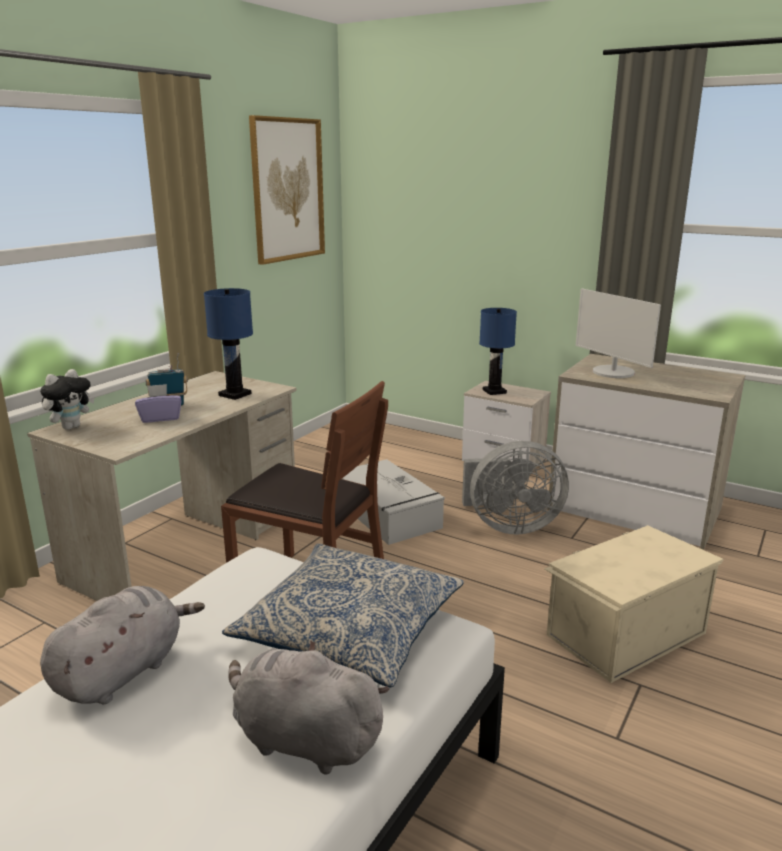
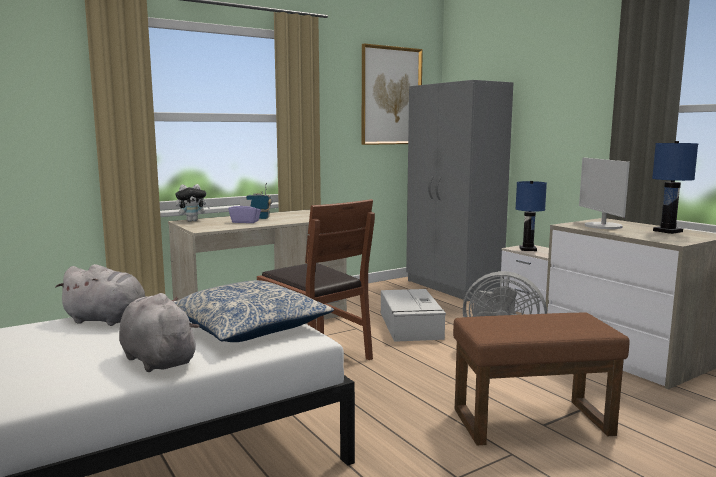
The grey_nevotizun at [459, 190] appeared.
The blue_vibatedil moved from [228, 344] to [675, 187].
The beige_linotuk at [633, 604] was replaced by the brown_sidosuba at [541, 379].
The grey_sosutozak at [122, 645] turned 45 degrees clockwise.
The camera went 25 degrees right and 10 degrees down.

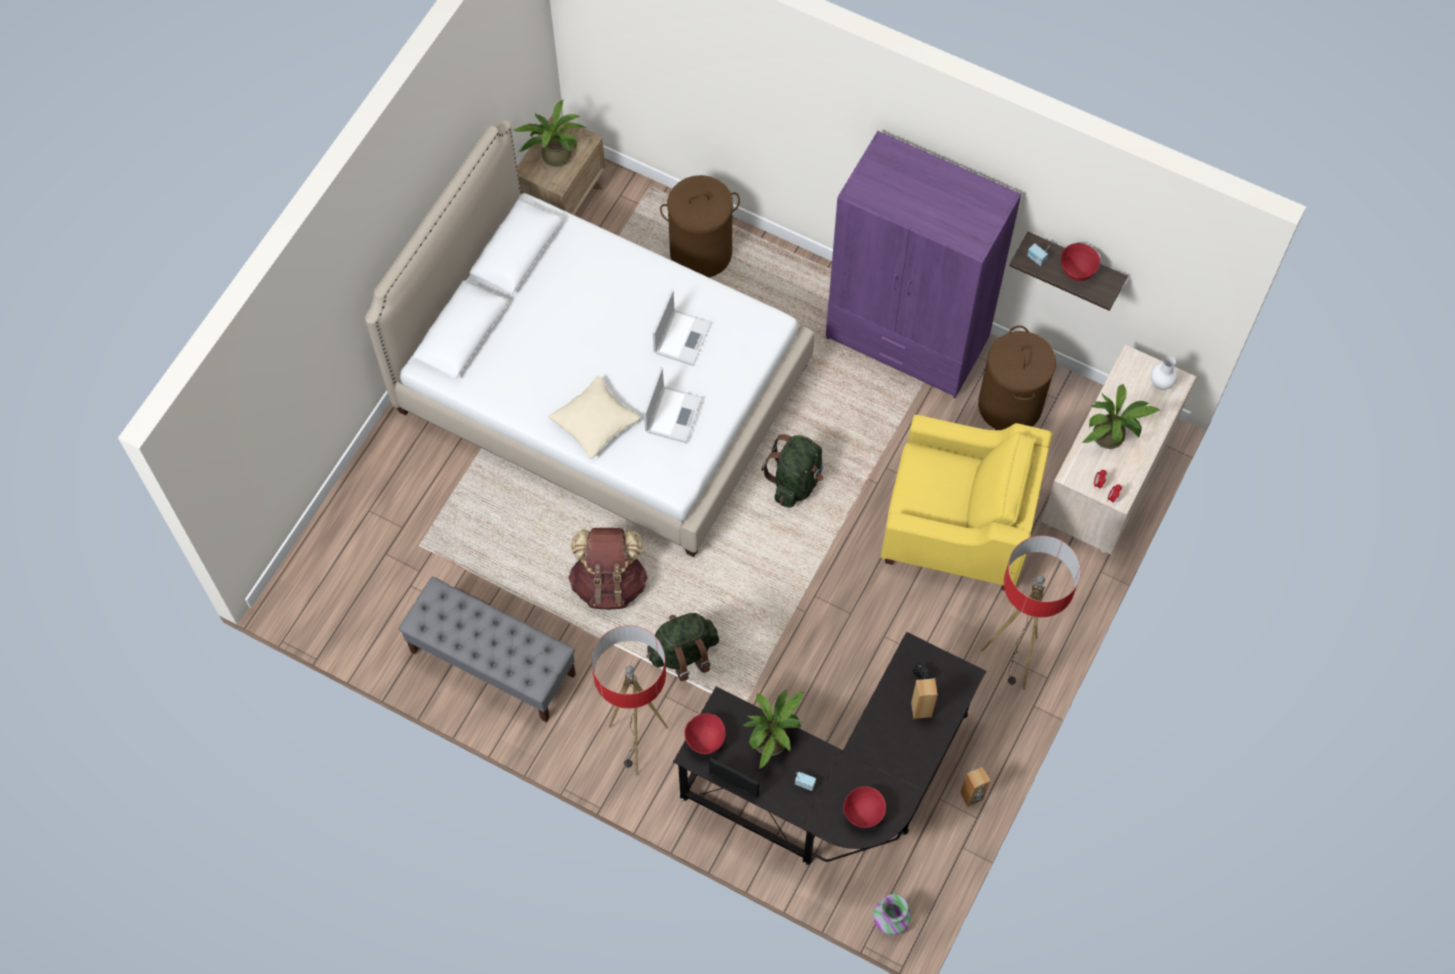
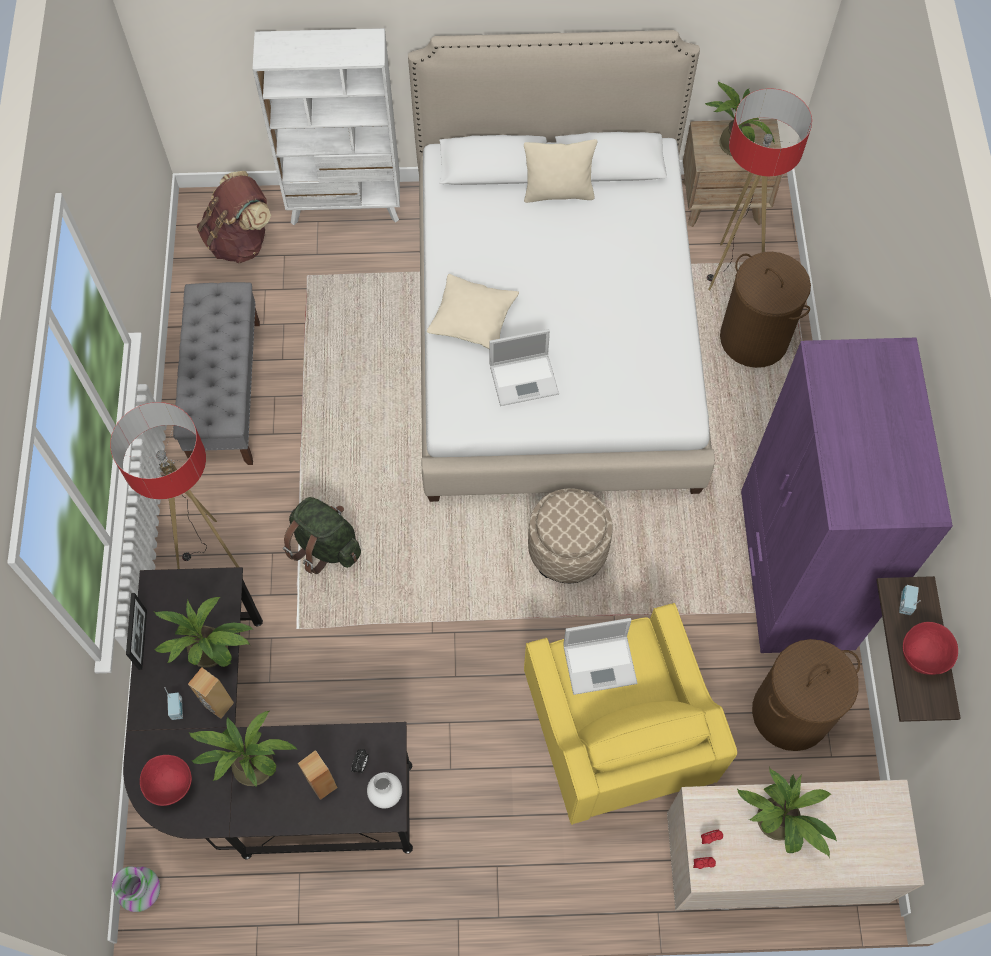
The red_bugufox at [705, 733] disappeared.
The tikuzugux at [243, 748] appeared.
The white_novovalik at [326, 126] appeared.
The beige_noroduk at [560, 171] appeared.
The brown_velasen moved from [608, 569] to [234, 217].
The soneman moved from [682, 328] to [600, 656].
The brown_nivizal moved from [975, 787] to [211, 693].
The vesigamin moved from [1031, 613] to [759, 189].
The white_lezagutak moved from [1164, 373] to [384, 790].
The green_velasen at [792, 471] was replaced by the beige_sidosuba at [570, 535].
The camera went 60 degrees right and 0 degrees up.

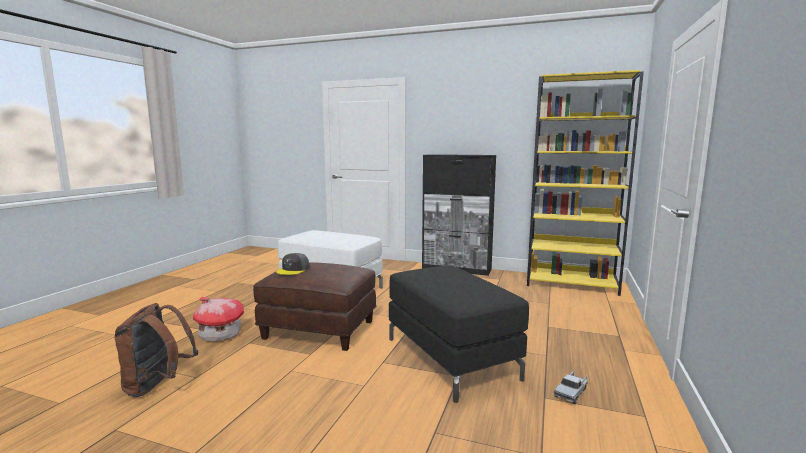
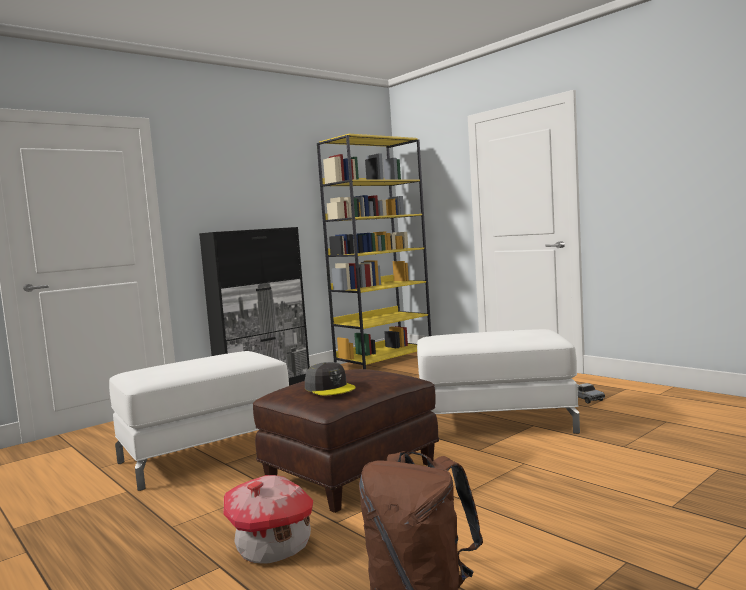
The black_sidosuba at [459, 334] became the white_sidosuba at [498, 381].
The camera went 60 degrees left and 5 degrees down.

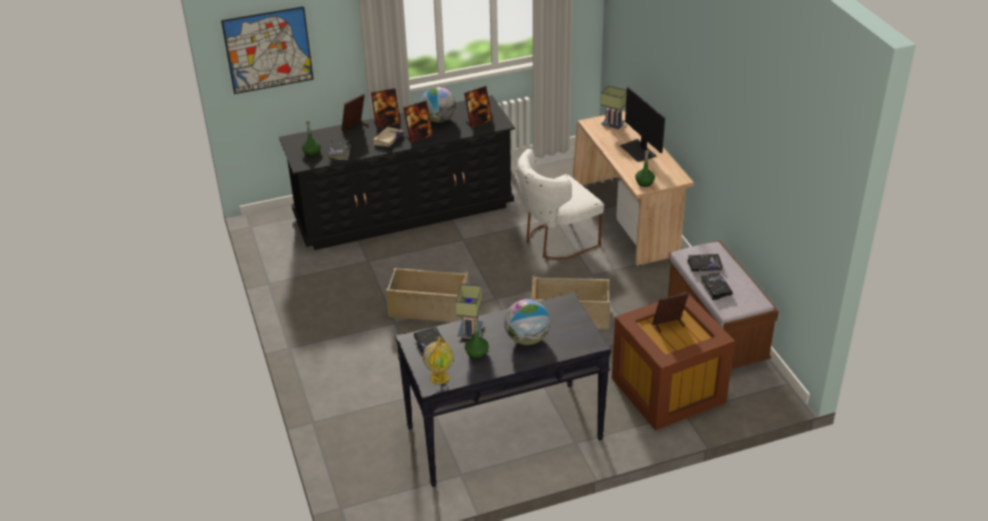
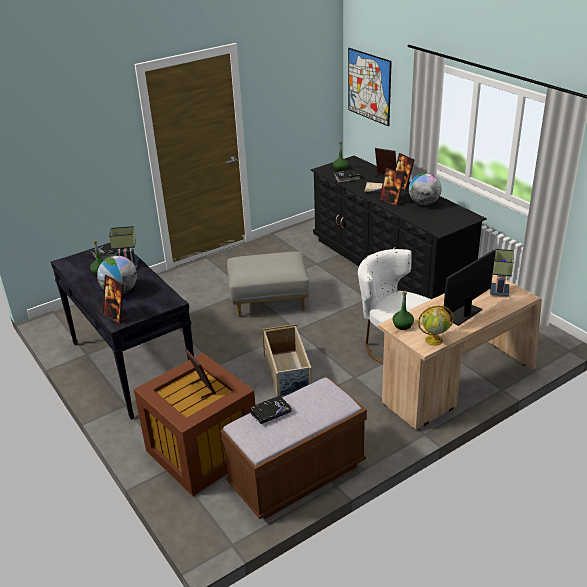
The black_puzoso at [705, 262] disappeared.
The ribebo moved from [438, 360] to [436, 326].
The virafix moved from [478, 107] to [116, 299].
The beige_linotuk at [427, 295] was replaced by the grey_sidosuba at [269, 284].
The camera went 75 degrees right and 5 degrees down.

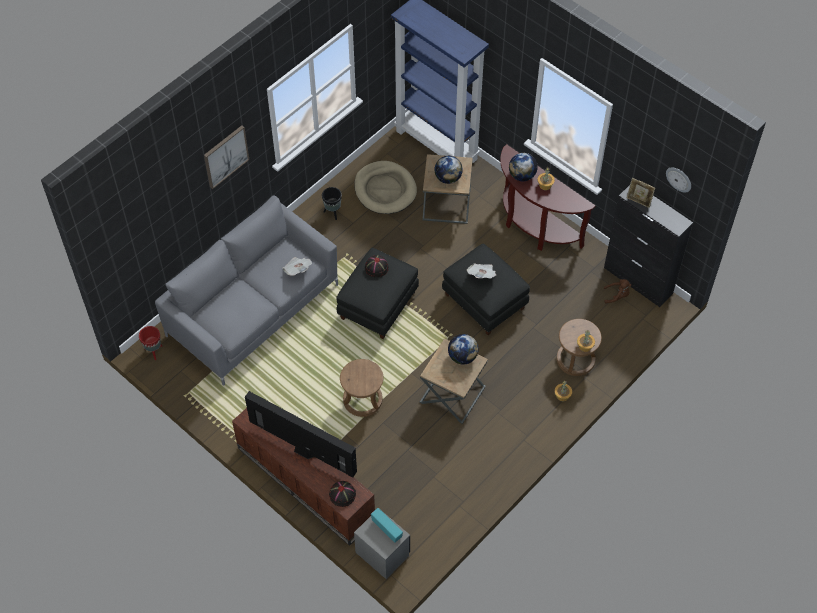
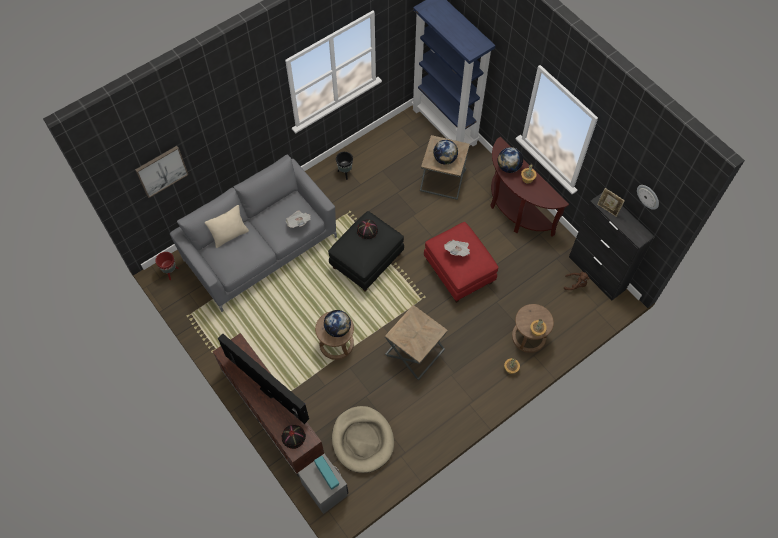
The beige_noroduk at [227, 226] appeared.
The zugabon moved from [226, 157] to [161, 172].
The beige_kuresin moved from [385, 187] to [363, 439].
The ribebo moved from [463, 349] to [337, 323].
The black_sidosuba at [486, 289] became the red_sidosuba at [461, 262].
The camera went 10 degrees right and 5 degrees up.

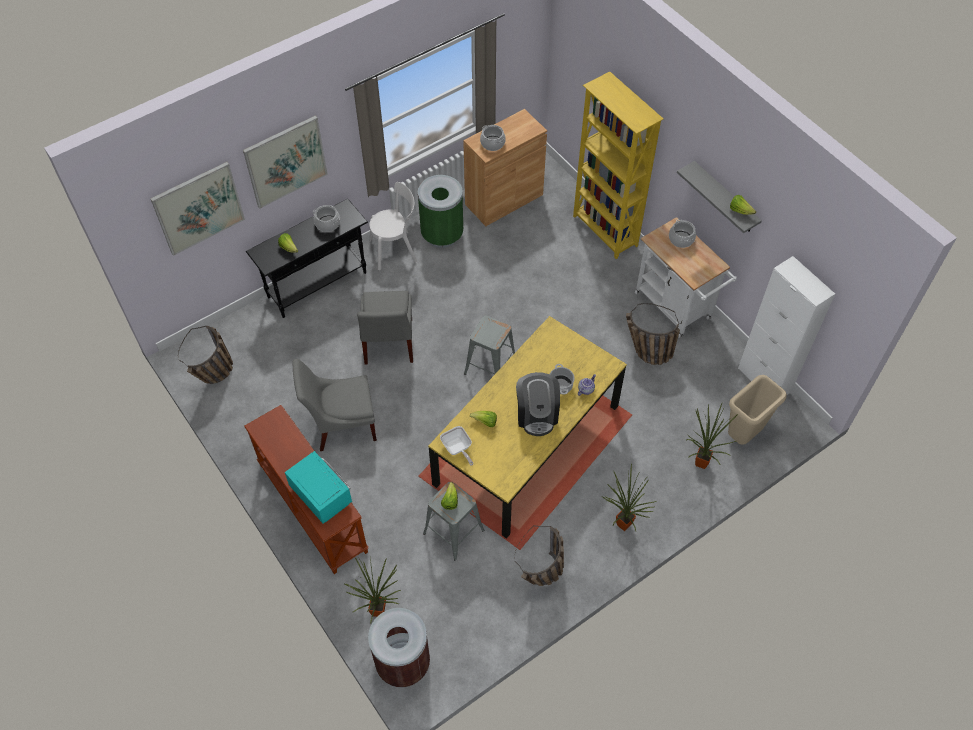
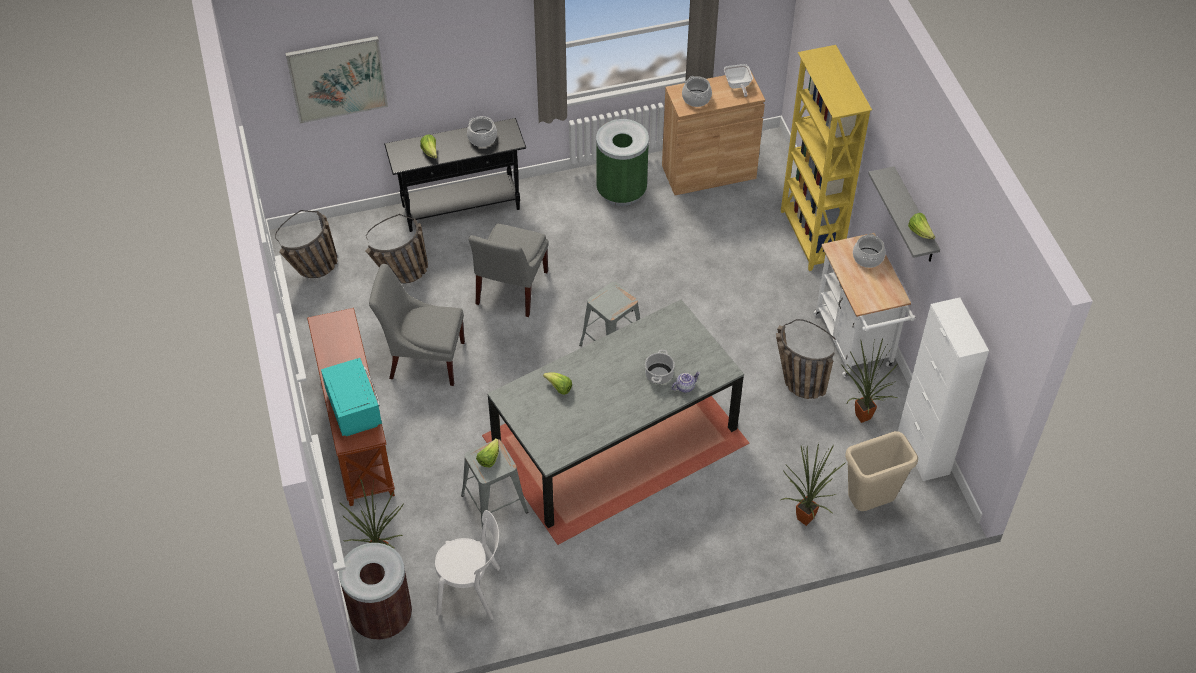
The zugabon at [285, 162] disappeared.
The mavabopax at [538, 404] disappeared.
The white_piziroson moved from [393, 226] to [467, 565].
The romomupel moved from [456, 446] to [738, 80].
The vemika moved from [539, 555] to [396, 248].
The tikuzugux moved from [629, 497] to [869, 380].
The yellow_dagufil at [527, 427] became the grey_dagufil at [615, 414].
The camera went 20 degrees right and 5 degrees down.

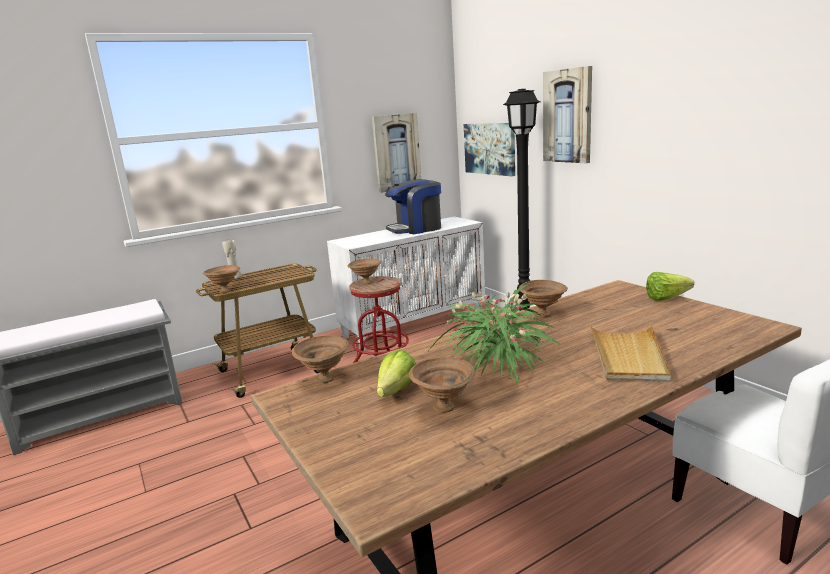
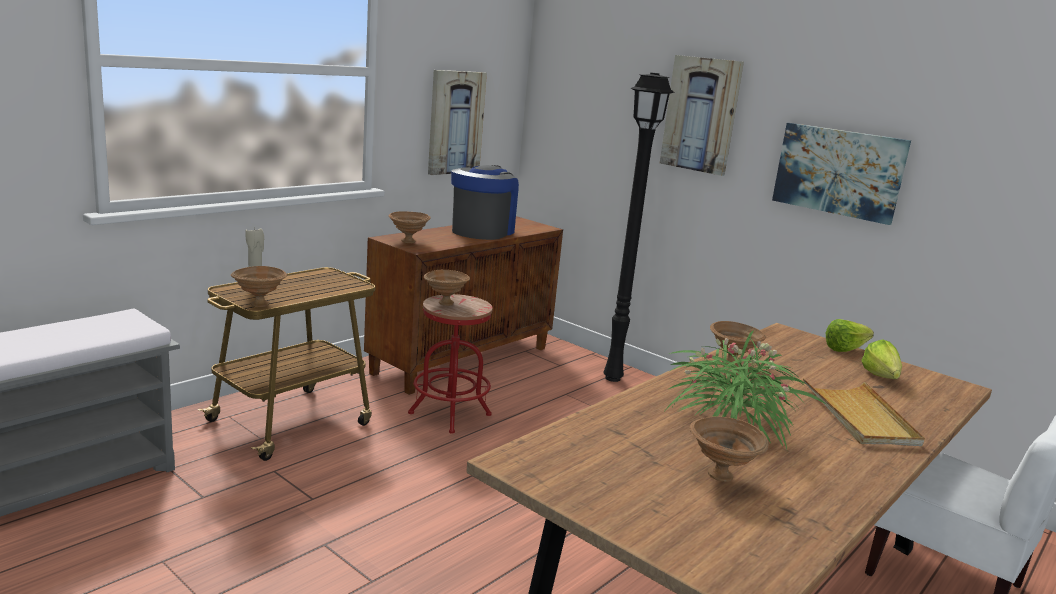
The brown_bugufox moved from [320, 359] to [409, 227].
The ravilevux moved from [396, 373] to [881, 359].
The zugabon moved from [489, 149] to [841, 174].
The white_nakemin at [406, 283] became the brown_nakemin at [463, 305].
The mavabopax at [413, 206] turned 150 degrees clockwise.
The camera went 20 degrees left and 0 degrees up.

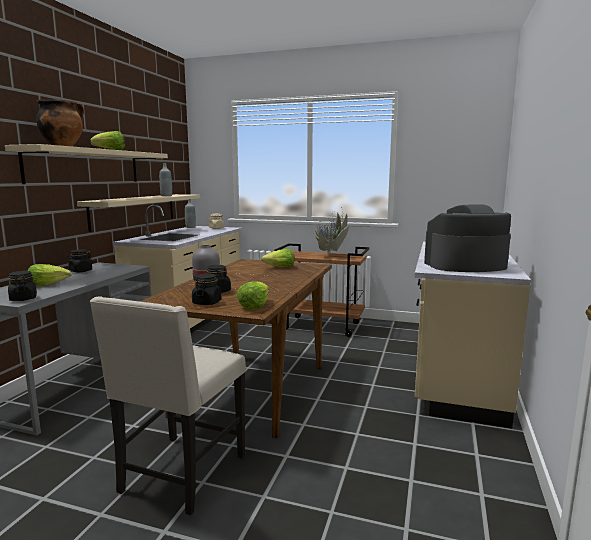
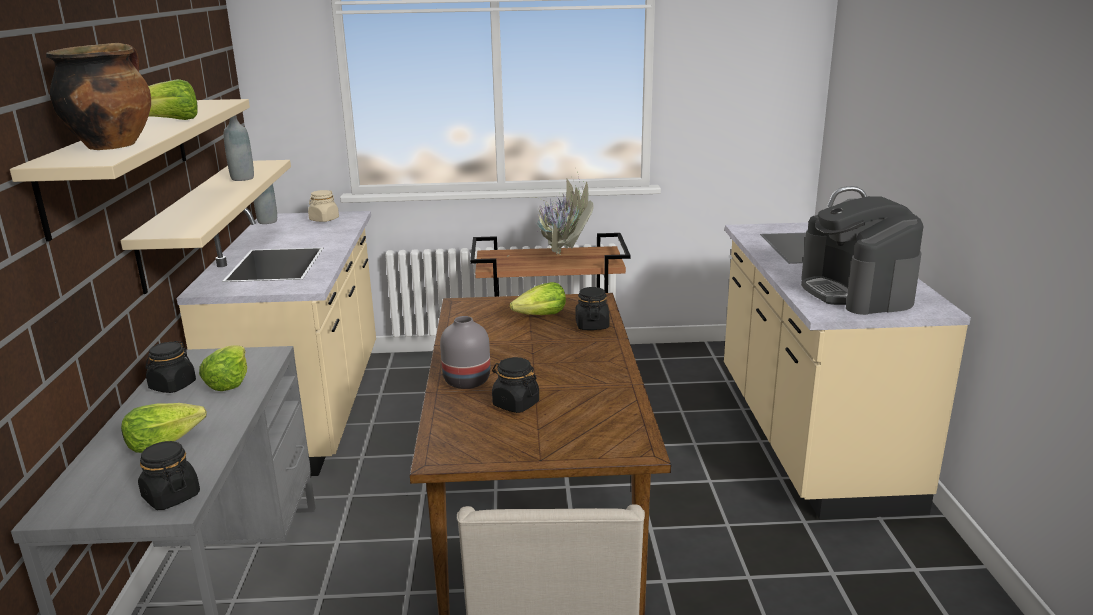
The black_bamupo moved from [206, 289] to [592, 308].
The ravilevux moved from [253, 295] to [223, 368].
The mavabopax at [467, 238] turned 75 degrees counterclockwise.
The camera went 20 degrees left and 10 degrees up.

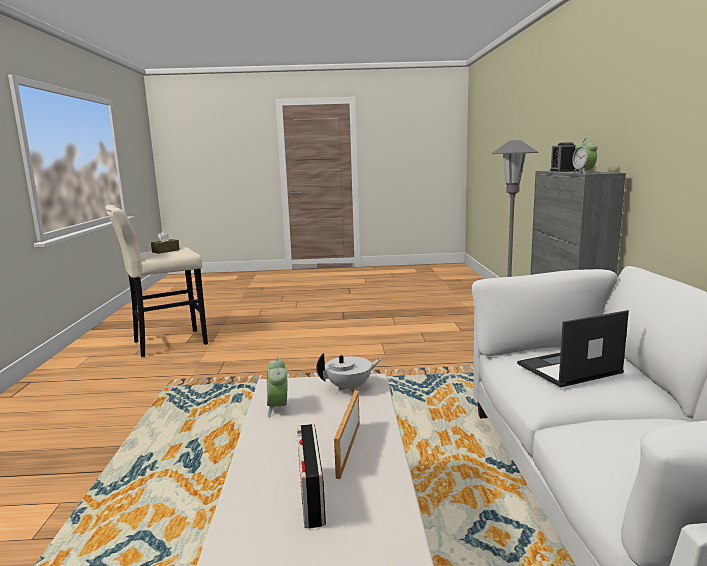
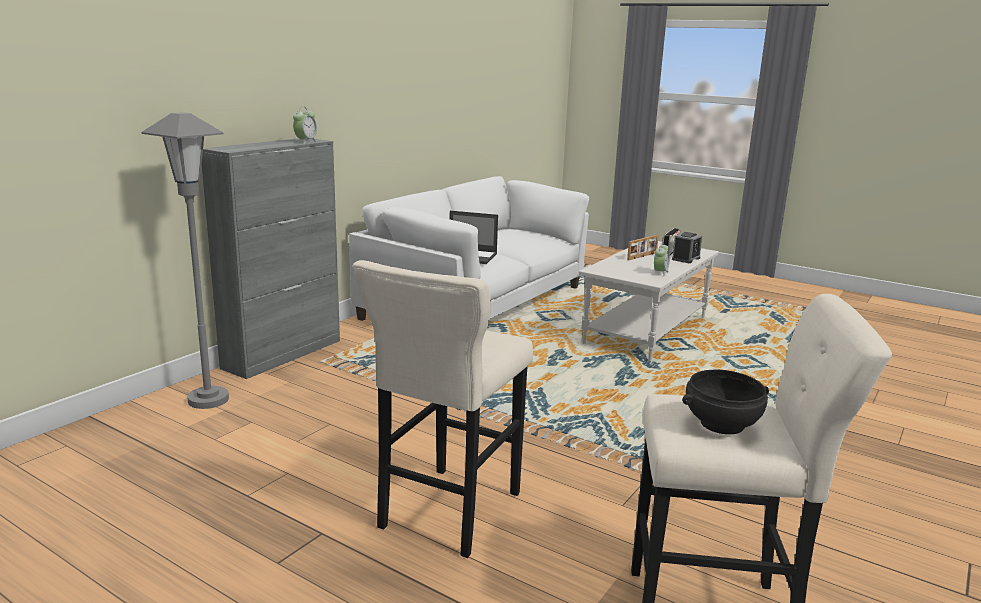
The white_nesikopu at [348, 373] disappeared.
The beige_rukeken at [443, 409] appeared.
The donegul moved from [564, 157] to [687, 247].
The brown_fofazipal at [165, 242] was replaced by the black_bugufox at [725, 402].
The camera went 145 degrees left and 5 degrees up.

